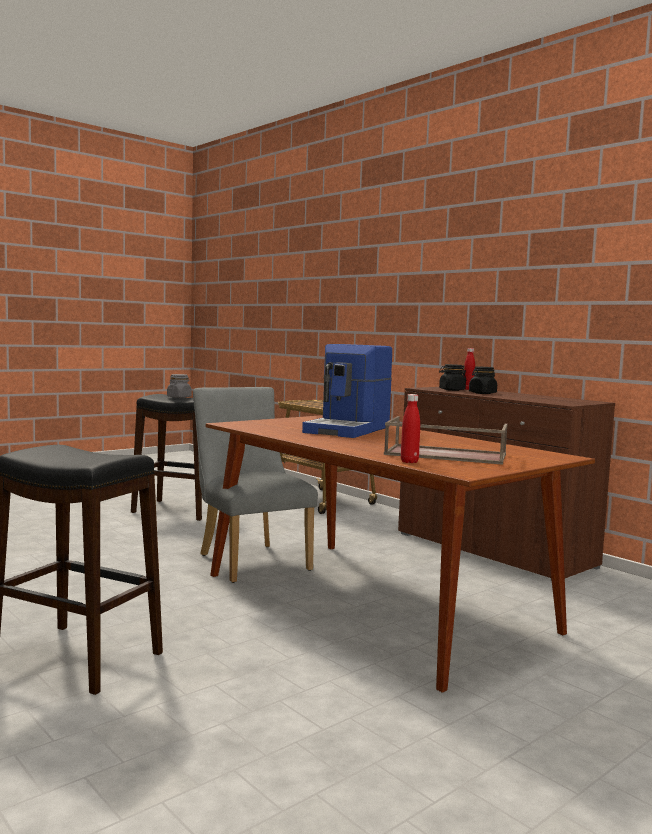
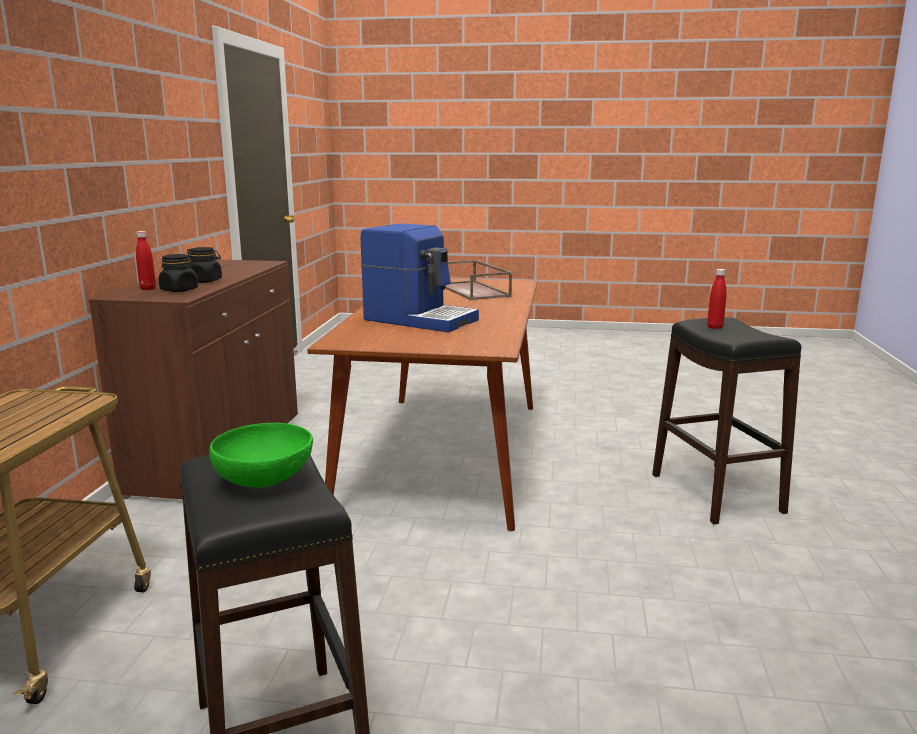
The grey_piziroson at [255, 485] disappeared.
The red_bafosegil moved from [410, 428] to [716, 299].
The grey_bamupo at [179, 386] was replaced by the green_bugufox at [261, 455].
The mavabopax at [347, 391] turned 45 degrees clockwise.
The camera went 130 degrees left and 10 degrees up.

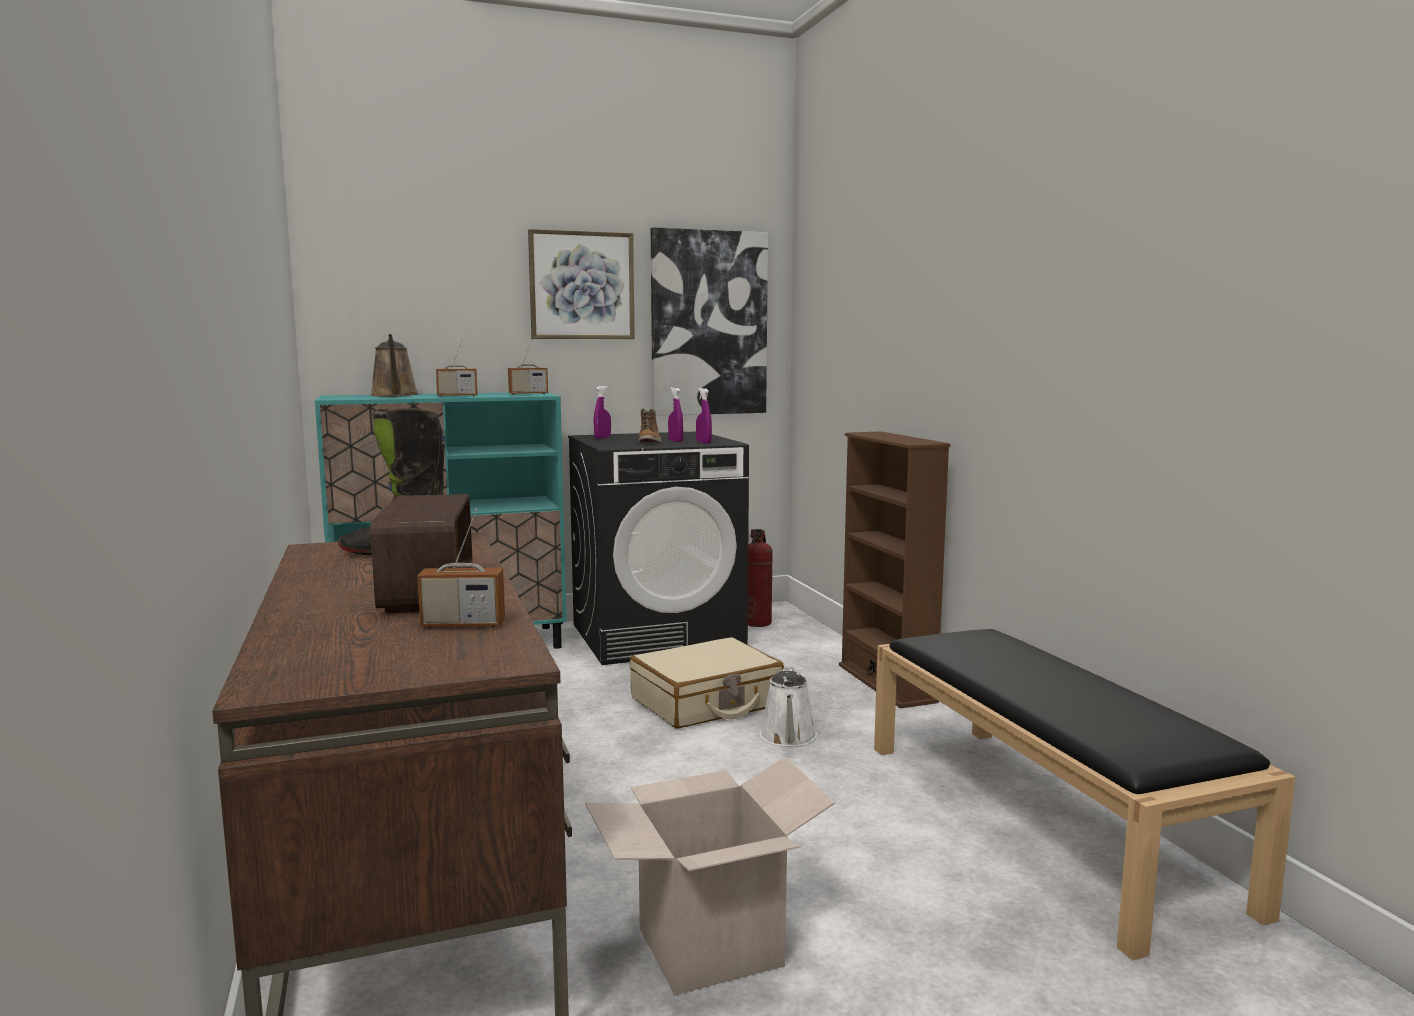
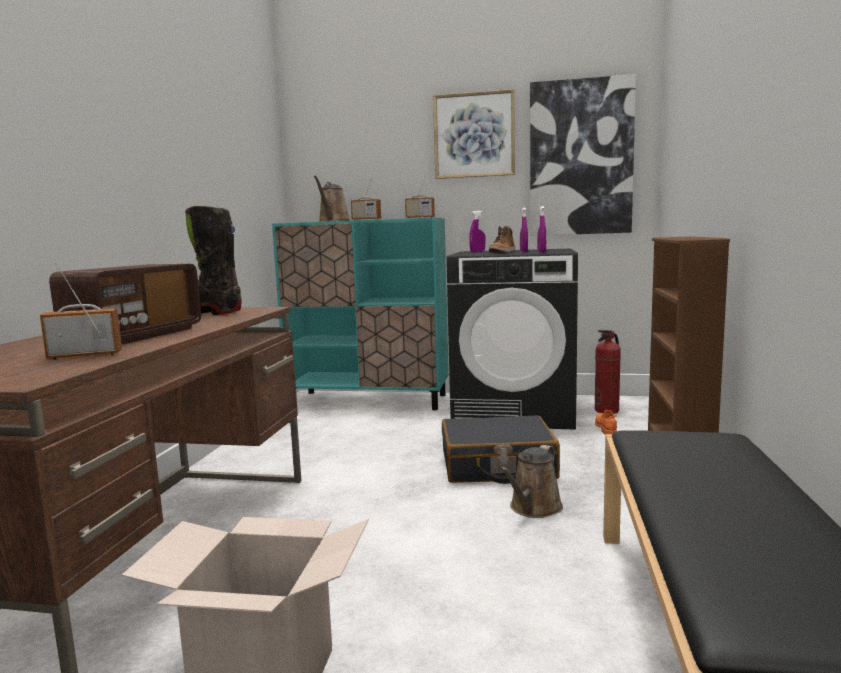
The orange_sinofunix at [606, 421] appeared.
The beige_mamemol at [707, 682] became the black_mamemol at [501, 450].
The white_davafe at [788, 707] became the brown_davafe at [531, 481].
The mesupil at [461, 568] turned 135 degrees clockwise.
The camera went 30 degrees right and 0 degrees up.

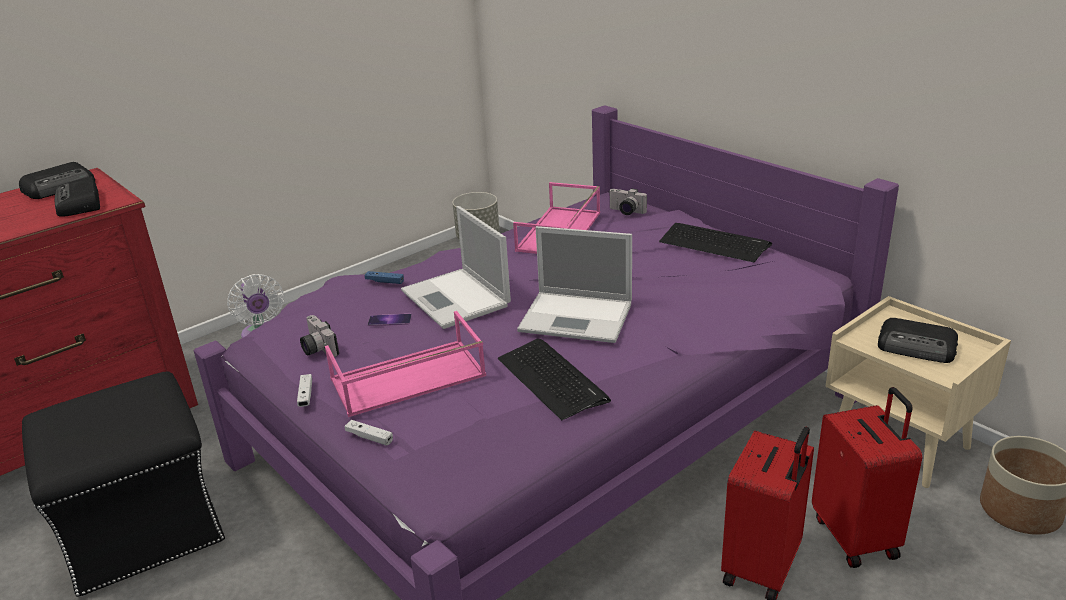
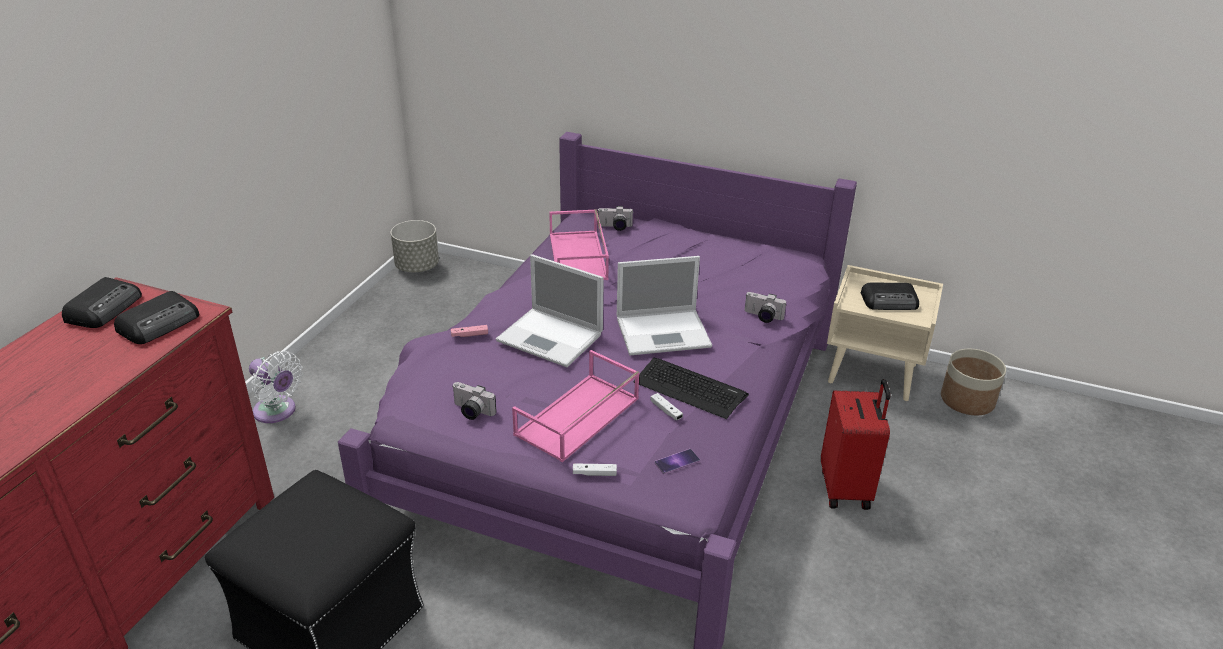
The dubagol at [715, 242] disappeared.
The red_mamemol at [867, 477] disappeared.
The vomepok at [765, 307] appeared.
The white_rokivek moved from [304, 390] to [667, 406].
The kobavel moved from [389, 320] to [677, 461].
The blue_rokivek at [384, 277] became the pink_rokivek at [469, 331].
The mesupil at [77, 196] turned 90 degrees counterclockwise.
The camera went 30 degrees left and 5 degrees up.

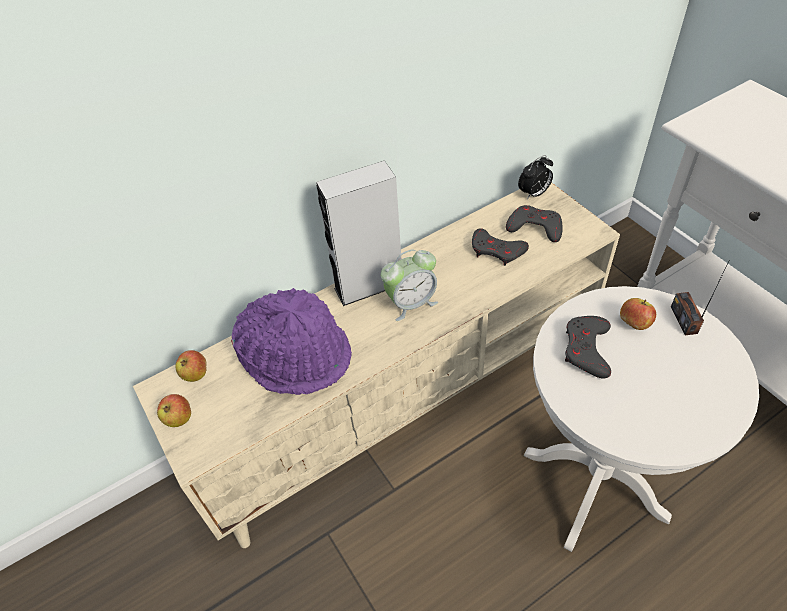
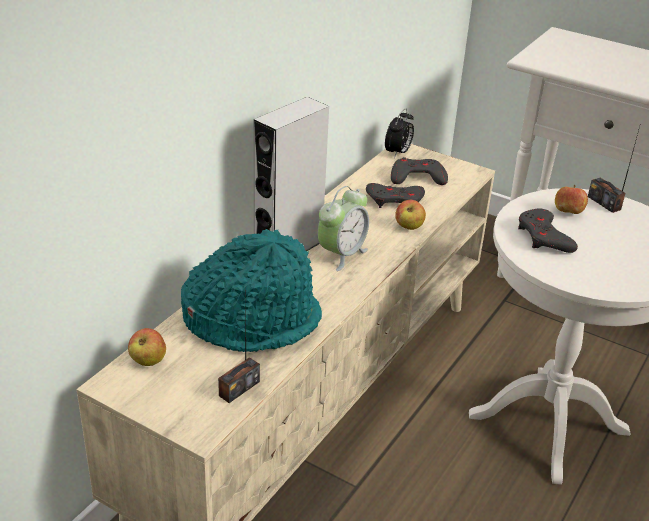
The mesupil at [239, 351] appeared.
The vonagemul moved from [174, 410] to [410, 215].
The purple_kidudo at [291, 341] became the turquoise_kidudo at [251, 290].
The camera went 30 degrees left and 15 degrees down.

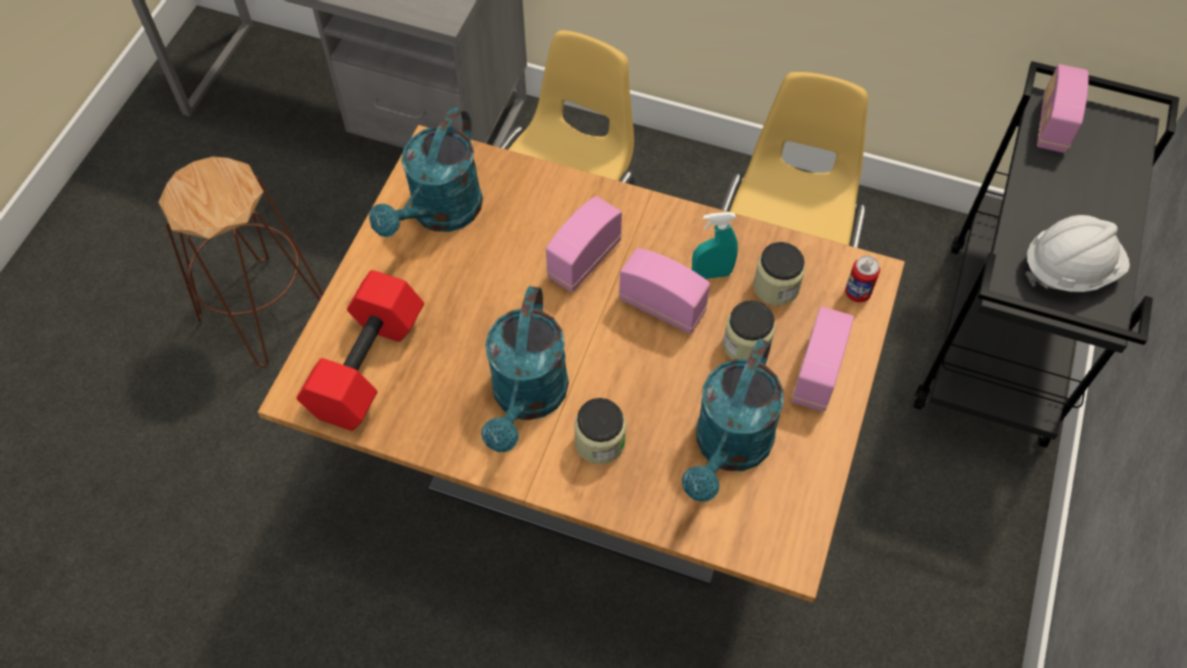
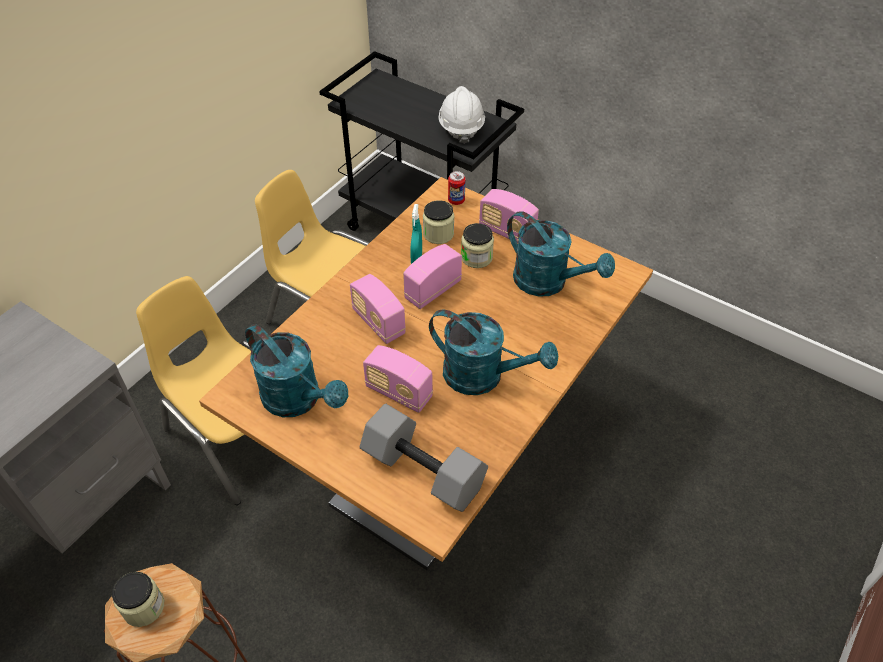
The bamupo moved from [600, 431] to [138, 599].
The mesupil moved from [1063, 108] to [398, 379].
The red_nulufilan at [360, 350] became the grey_nulufilan at [424, 458].
The camera went 75 degrees left and 10 degrees down.

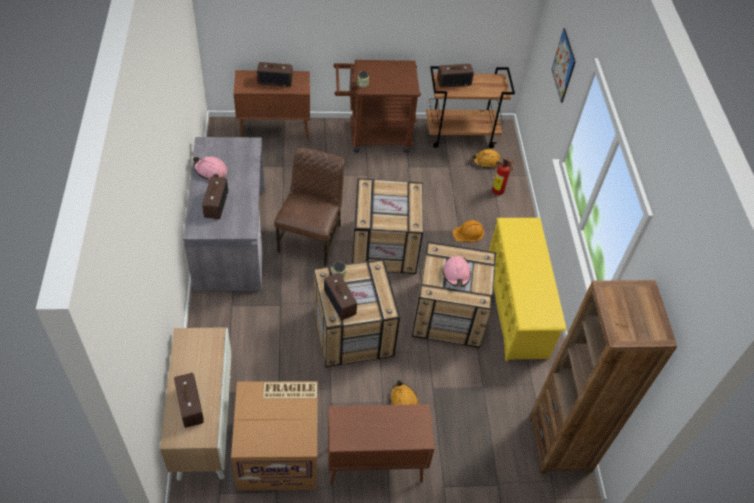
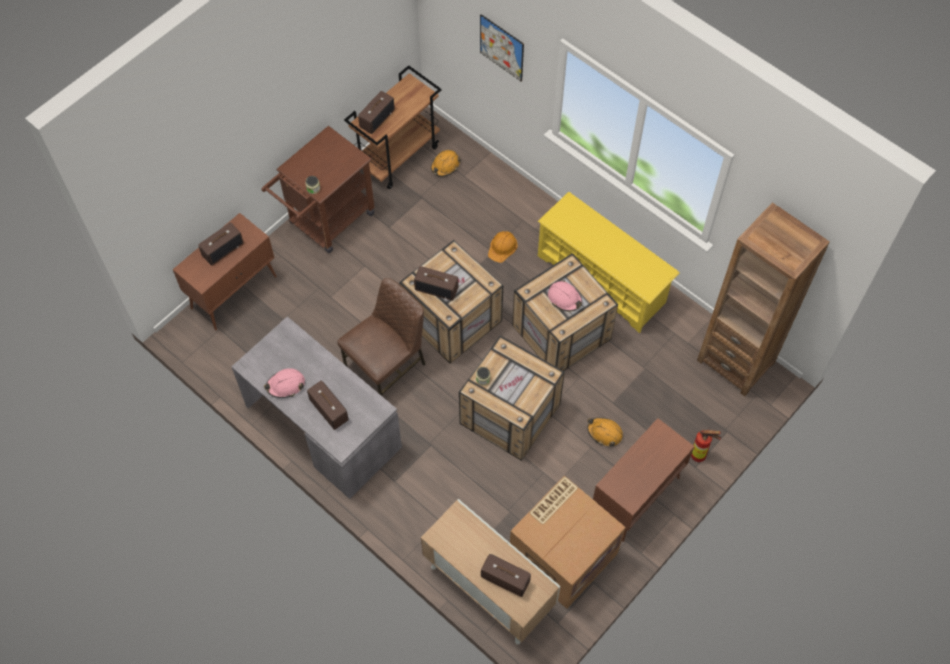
The mesupil moved from [340, 296] to [436, 283].
The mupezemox moved from [503, 176] to [706, 445].
The brown_piziroson at [309, 207] turned 75 degrees clockwise.
The camera went 40 degrees left and 10 degrees up.

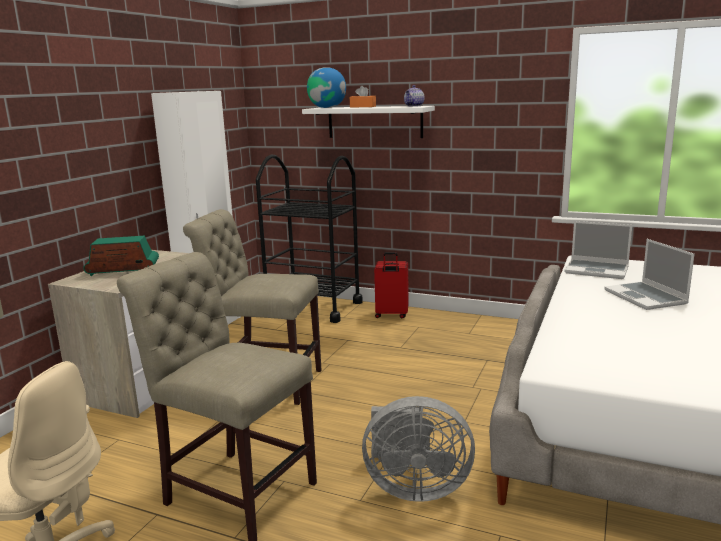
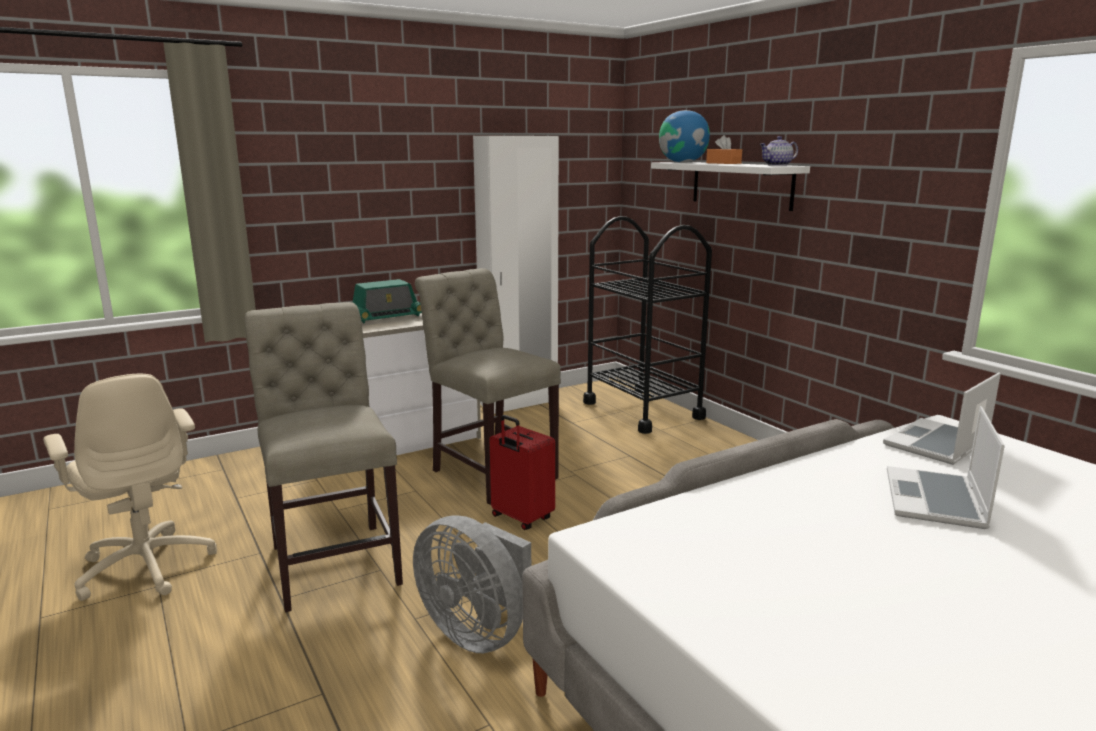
The red_mamemol moved from [391, 285] to [522, 472].
The mesupil at [121, 256] turned 120 degrees clockwise.
The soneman at [598, 250] turned 75 degrees clockwise.
The camera went 35 degrees right and 0 degrees up.

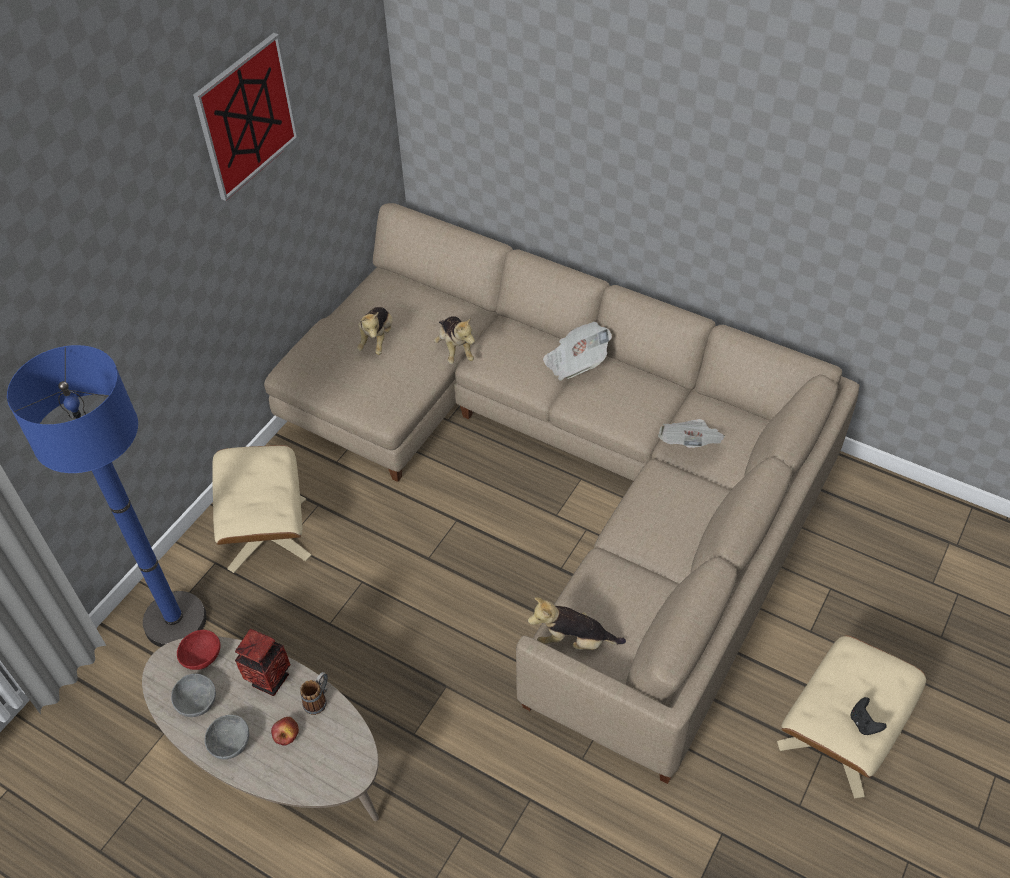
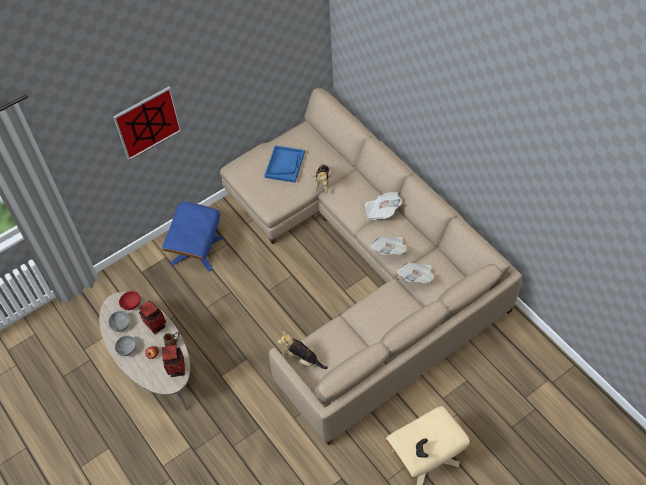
The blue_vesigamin at [107, 496] disappeared.
The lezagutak at [173, 361] appeared.
The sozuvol at [388, 245] appeared.
The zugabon moved from [246, 117] to [147, 123].
The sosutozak at [375, 331] was replaced by the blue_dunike at [284, 164].
The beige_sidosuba at [261, 509] became the blue_sidosuba at [192, 236].
The camera went 25 degrees right and 5 degrees up.

